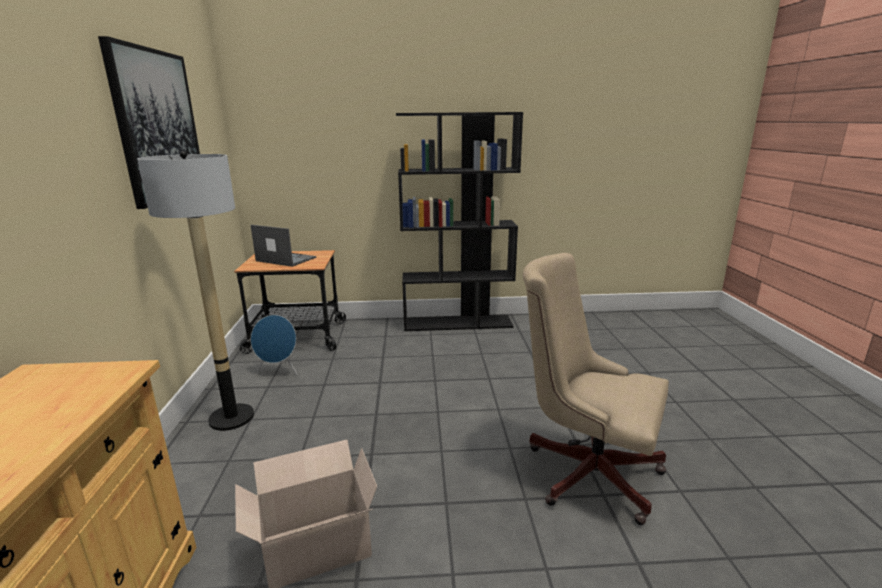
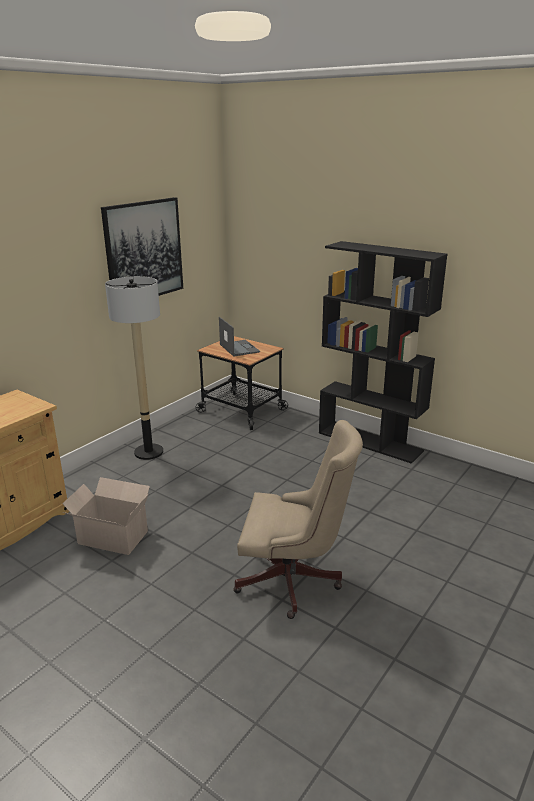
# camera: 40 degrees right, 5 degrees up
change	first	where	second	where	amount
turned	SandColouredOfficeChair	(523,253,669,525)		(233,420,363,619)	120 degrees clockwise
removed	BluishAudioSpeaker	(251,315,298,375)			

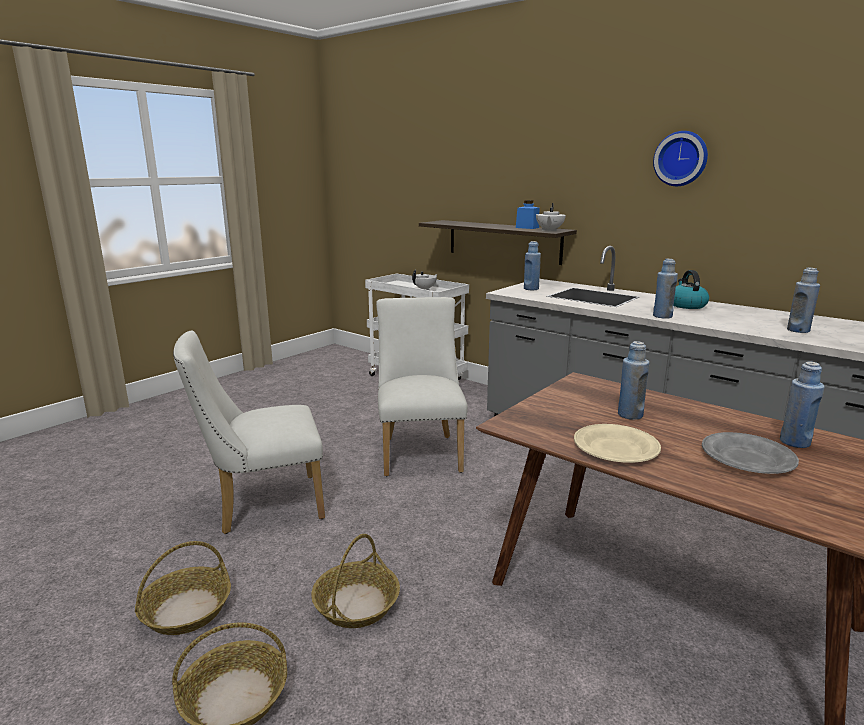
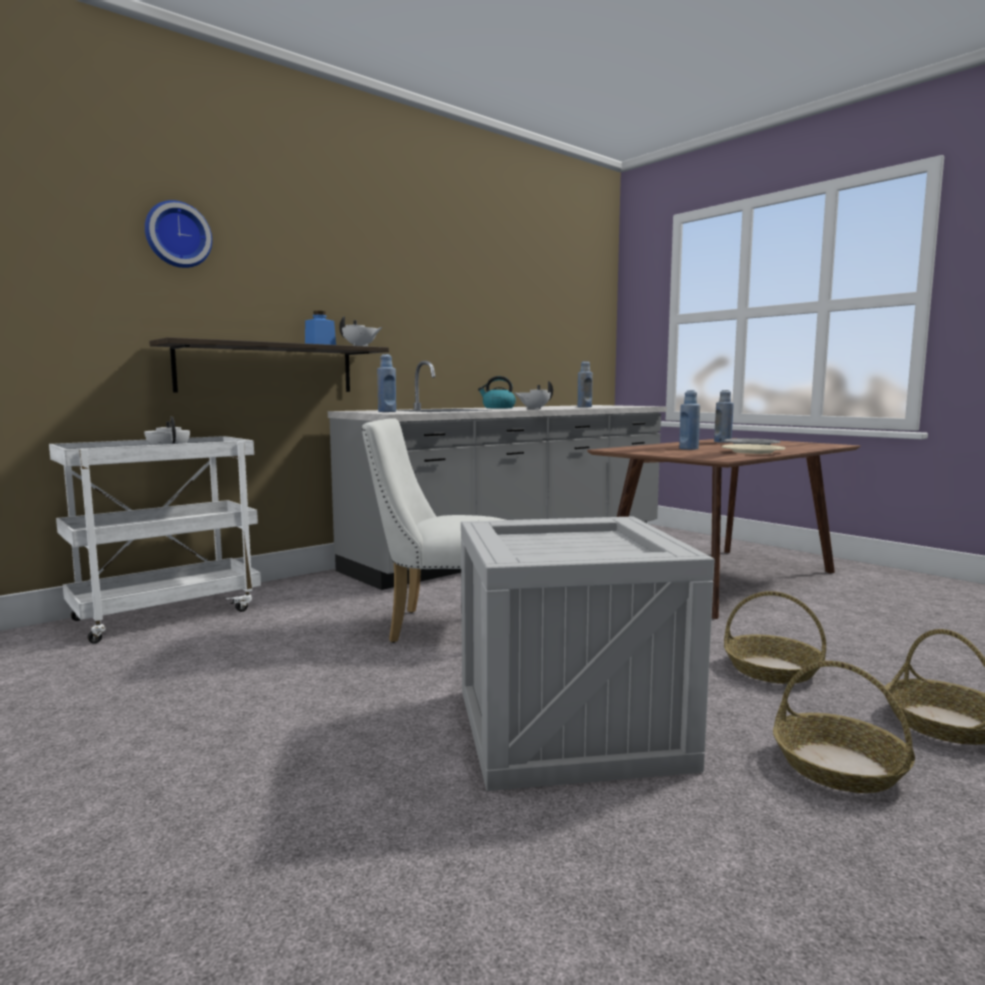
# camera: 80 degrees left, 10 degrees down
change	first	where	second	where	amount
moved	HangingClock	(653,131,708,186)		(145,200,212,268)	
replaced	BluishBeverageBottle	(653,259,678,319)	WhiteTeapot	(515,381,553,410)	
replaced	WhiteUprightChair	(173,330,325,534)	PackingCrate	(461,517,715,791)	

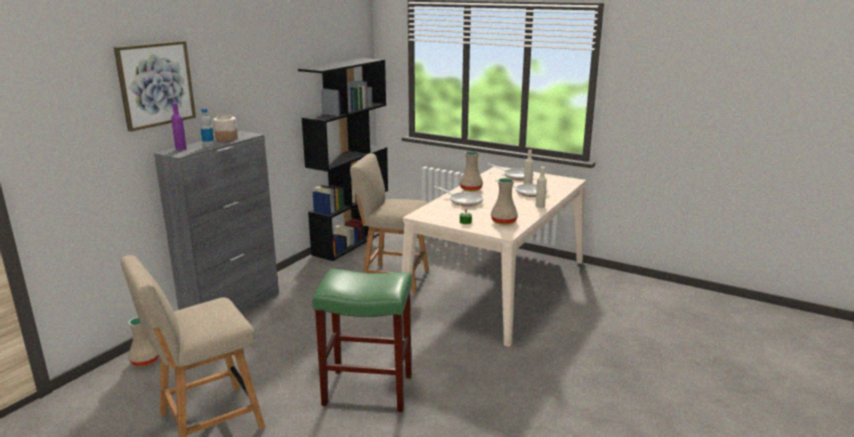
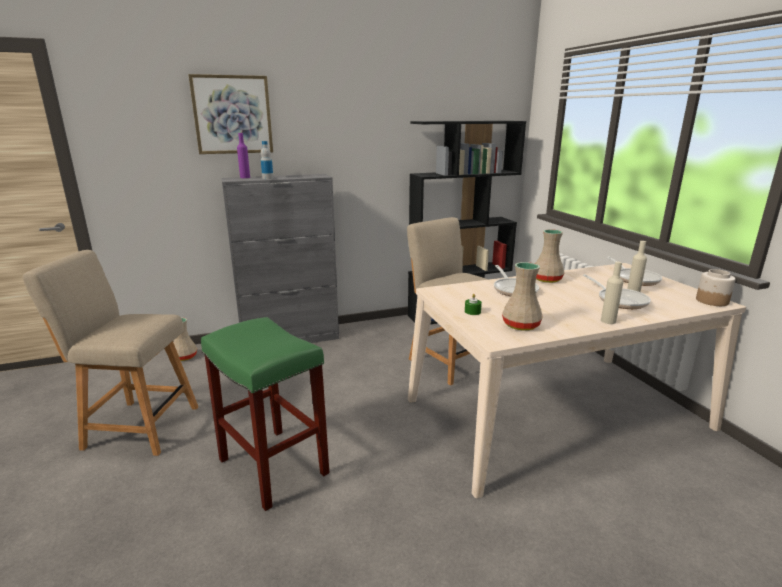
# camera: 40 degrees right, 0 degrees up
change	first	where	second	where	amount
moved	PreserveJar	(213,114,238,141)		(696,269,736,306)	

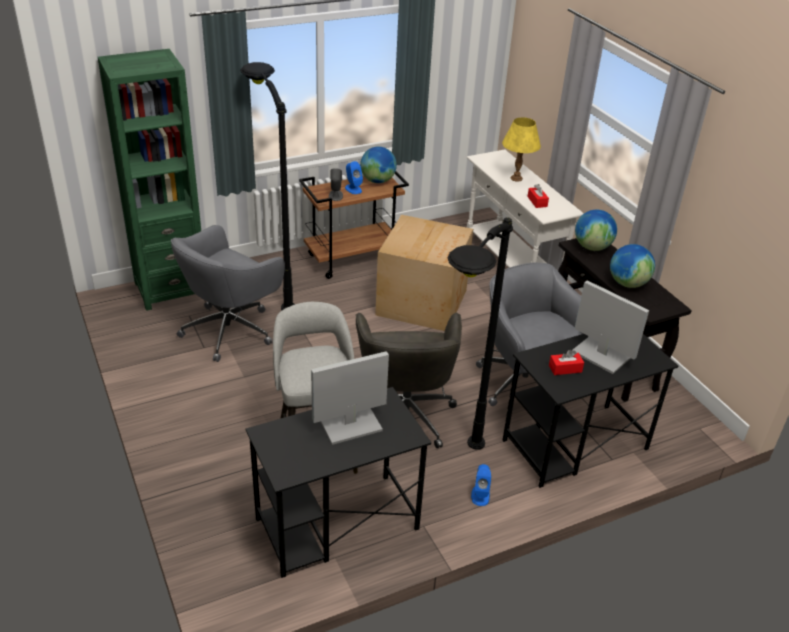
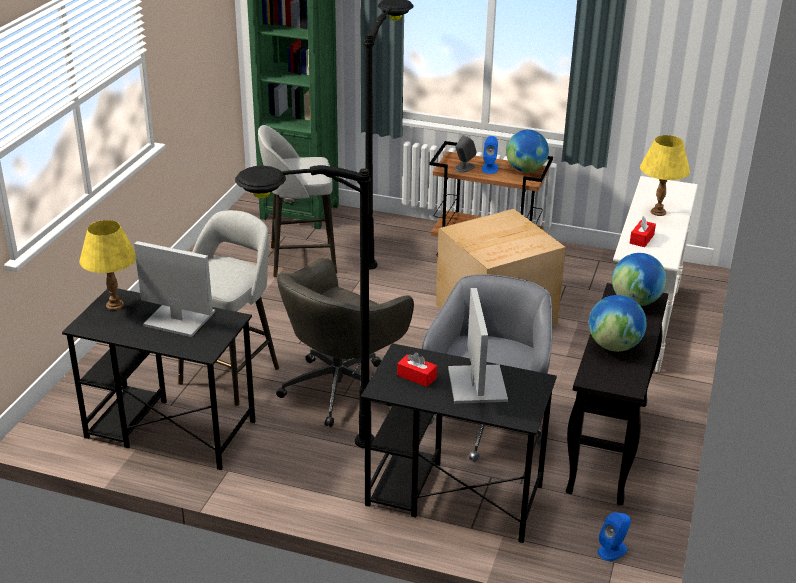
# camera: 45 degrees right, 5 degrees down
change	first	where	second	where	amount
replaced	GreyishOfficeChair	(171,225,285,362)	GreyishStoolSeat	(258,125,337,278)	
moved	BluishAudioSpeaker	(471,464,491,506)		(598,512,631,561)	
added			YellowTabletopLamp	(79,220,136,310)	

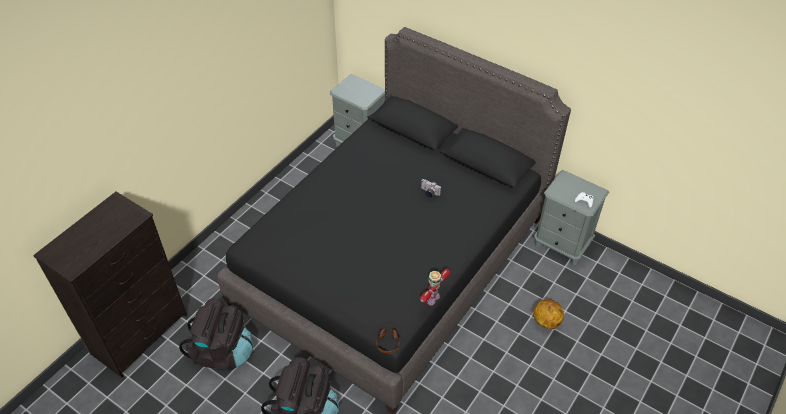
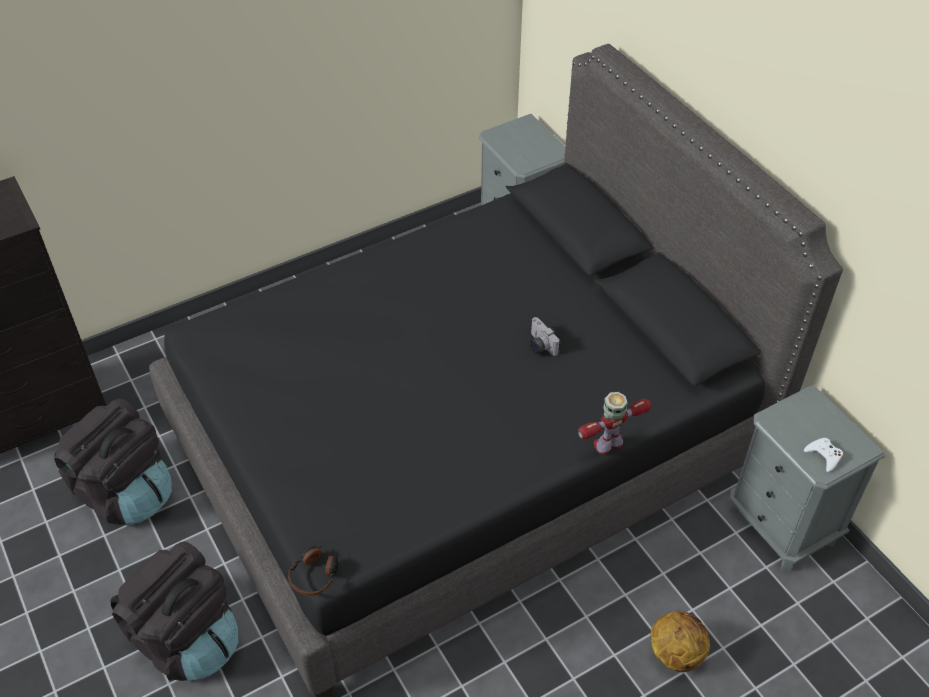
# camera: 25 degrees right, 0 degrees up
change	first	where	second	where	amount
moved	ModelRobot	(420,269,450,306)		(578,392,651,455)	

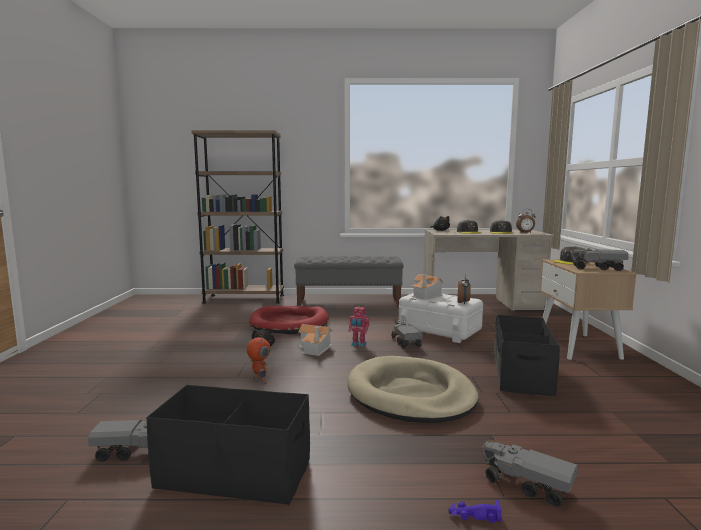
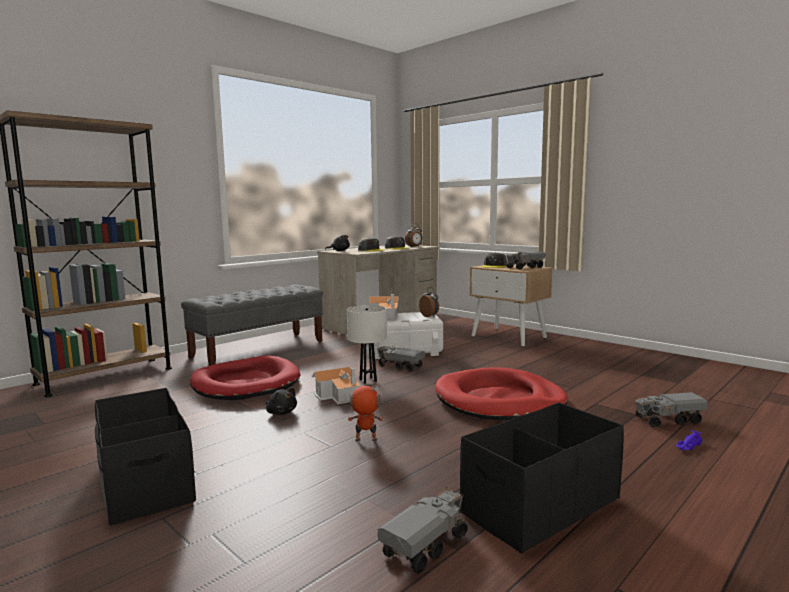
# camera: 45 degrees left, 0 degrees up
change	first	where	second	where	amount
replaced	ModelRobot	(349,306,370,347)	WhiteTabletopLamp	(347,305,387,384)	
moved	BlackishStorageBox	(494,315,560,396)		(95,388,196,525)	
recoloured	SandColouredDogCushion	(347,356,479,423)	ReddishDogCushion	(435,367,568,420)	

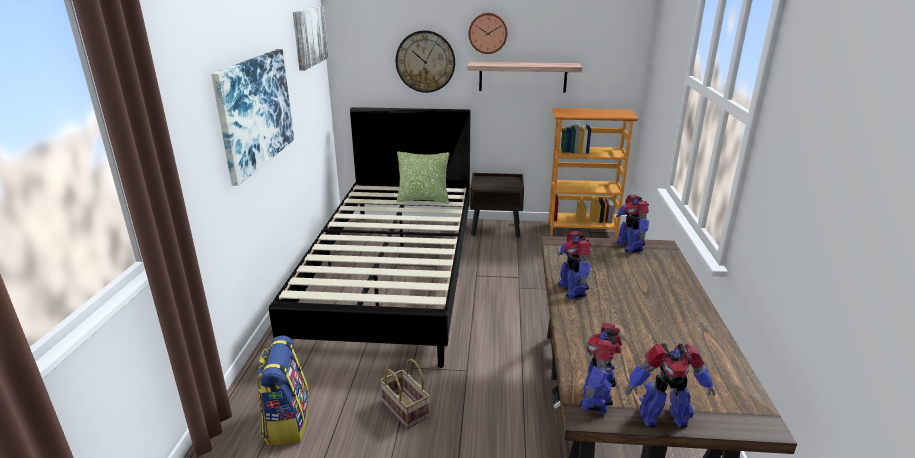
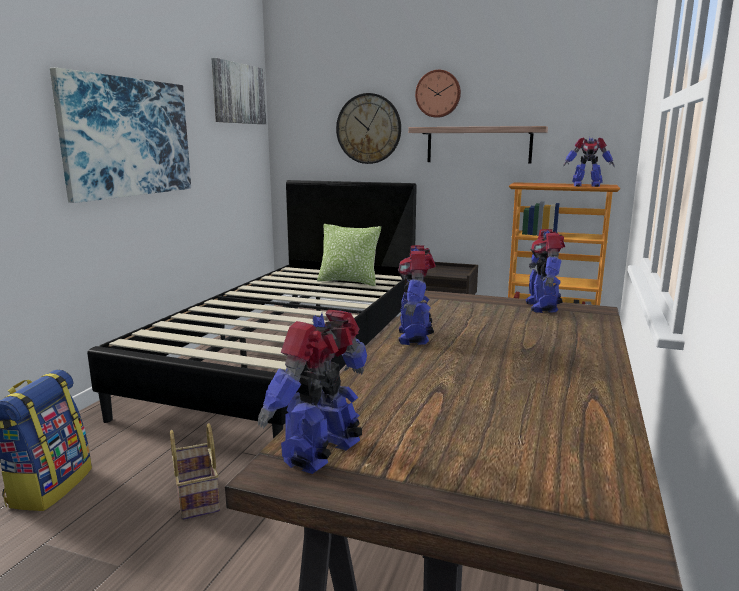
# camera: 15 degrees right, 10 degrees down
change	first	where	second	where	amount
moved	ModelRobot	(626,344,715,428)		(563,137,614,187)	

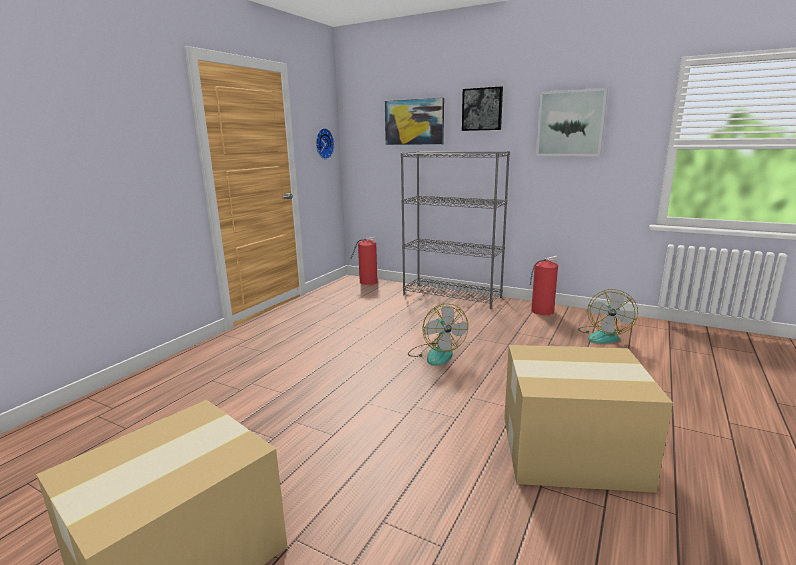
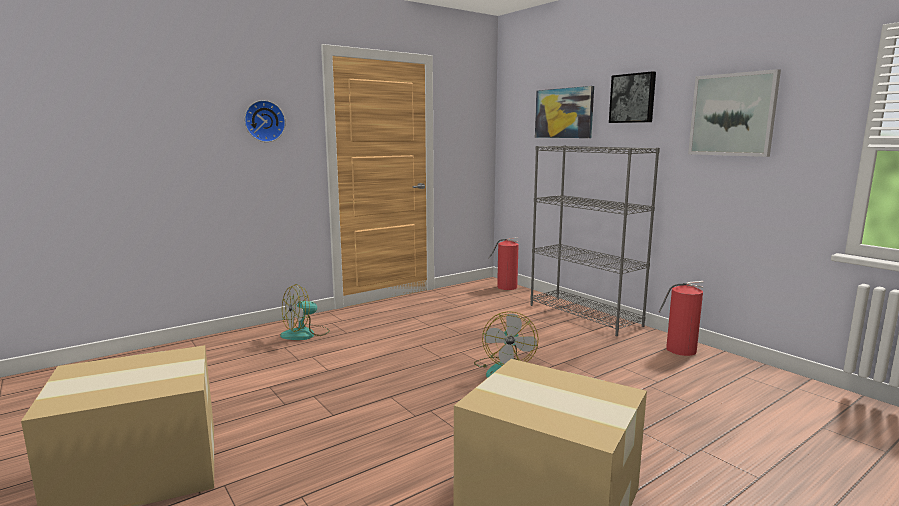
# camera: 25 degrees right, 5 degrees down
change	first	where	second	where	amount
moved	HangingClock	(316,128,334,160)		(244,100,286,142)	
moved	Fan	(578,289,638,344)		(280,284,330,340)	

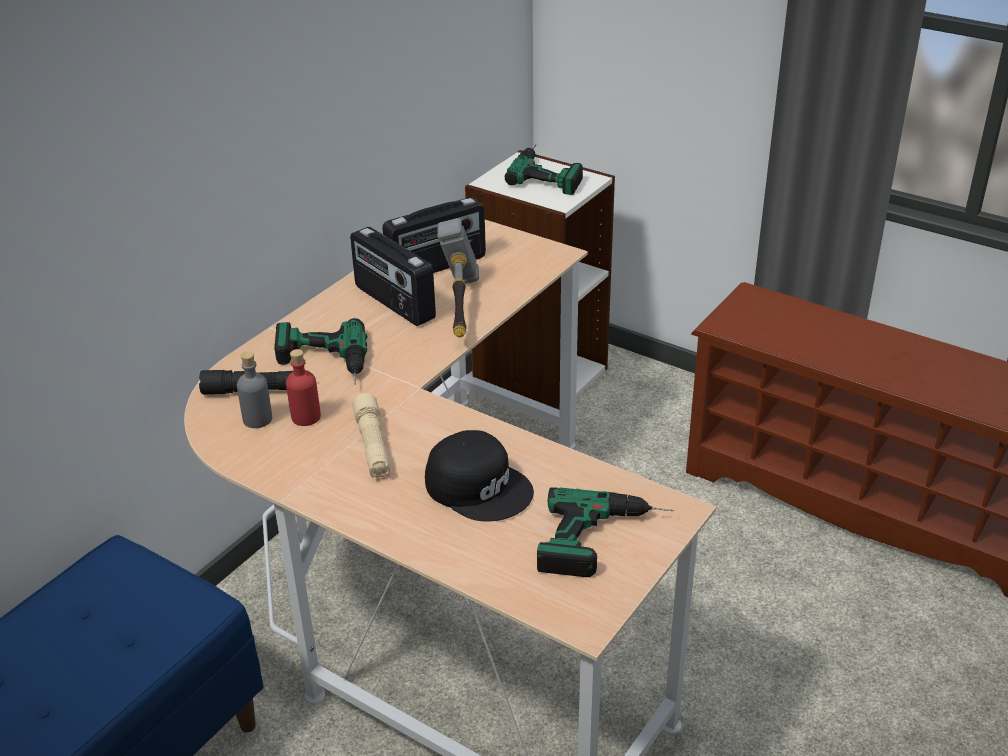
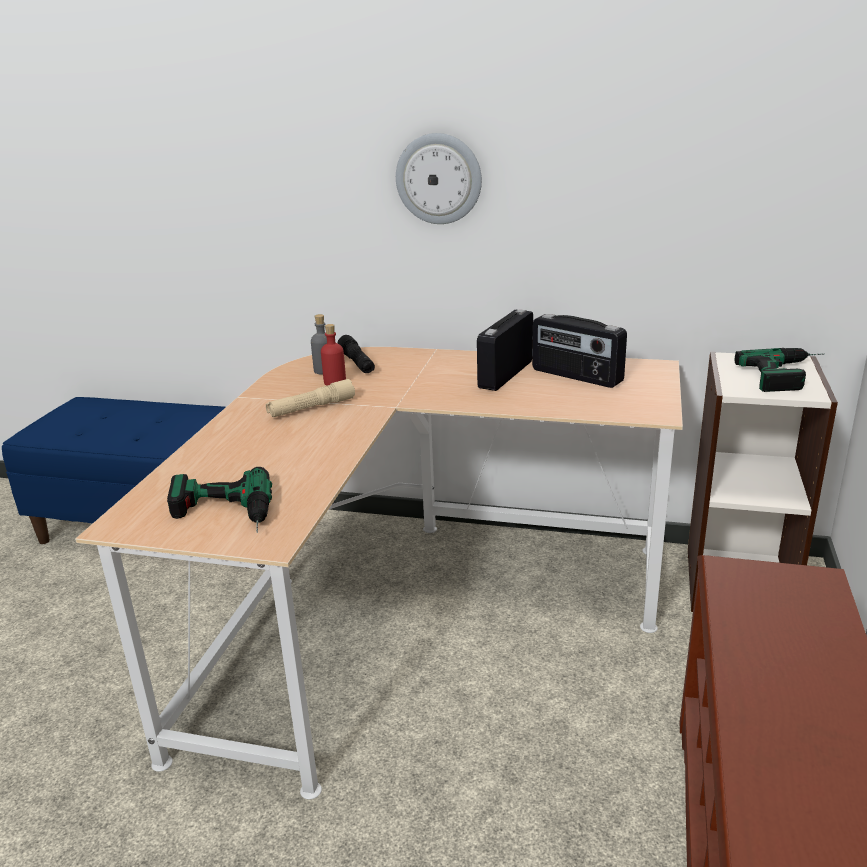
# camera: 70 degrees right, 10 degrees down
change	first	where	second	where	amount
removed	HandHammer	(437,218,479,337)			
removed	ElectricDrill	(274,318,367,385)			
removed	BlackishPeakedCap	(425,430,534,522)			
added			HangingClock	(396,133,482,224)	

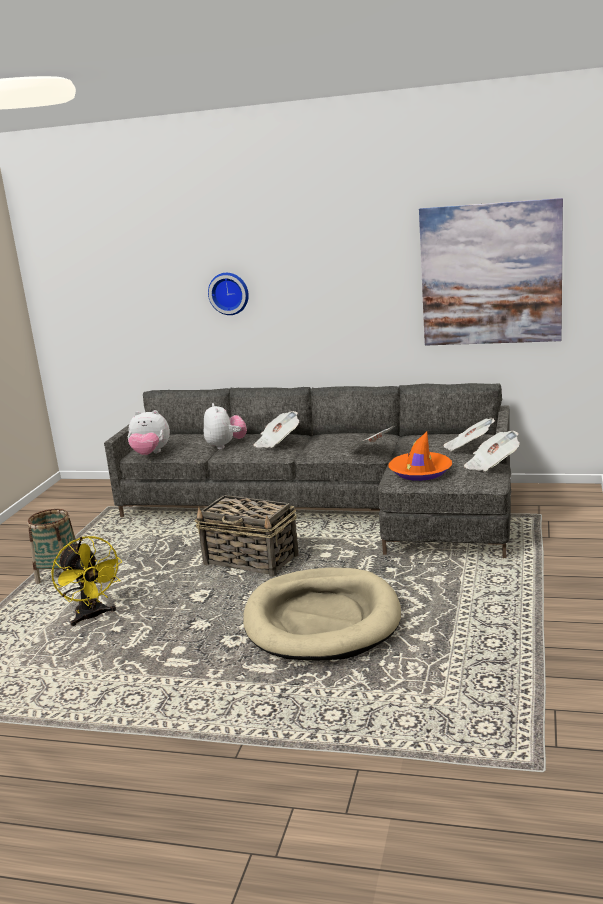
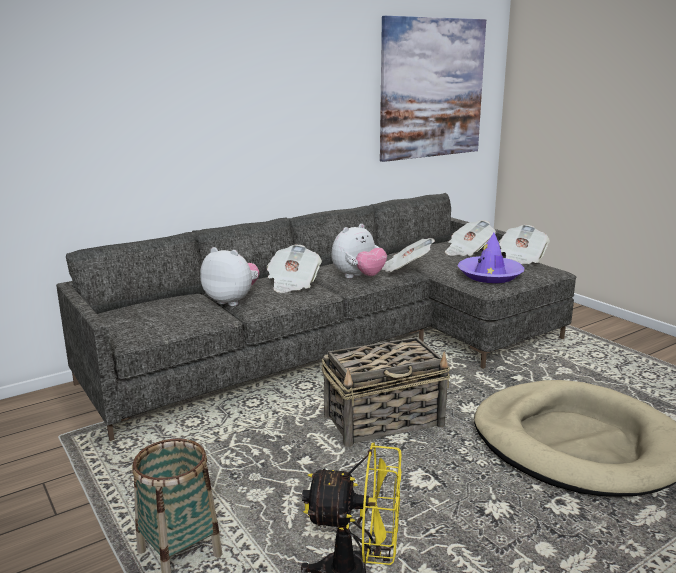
# camera: 50 degrees left, 0 degrees up
change	first	where	second	where	amount
removed	HangingClock	(208,273,249,315)			
moved	CuddlyToy	(128,410,170,455)		(331,224,387,278)	
recoloured	OrangeWearableHat	(388,432,452,481)	PurpleWearableHat	(457,233,524,283)	

